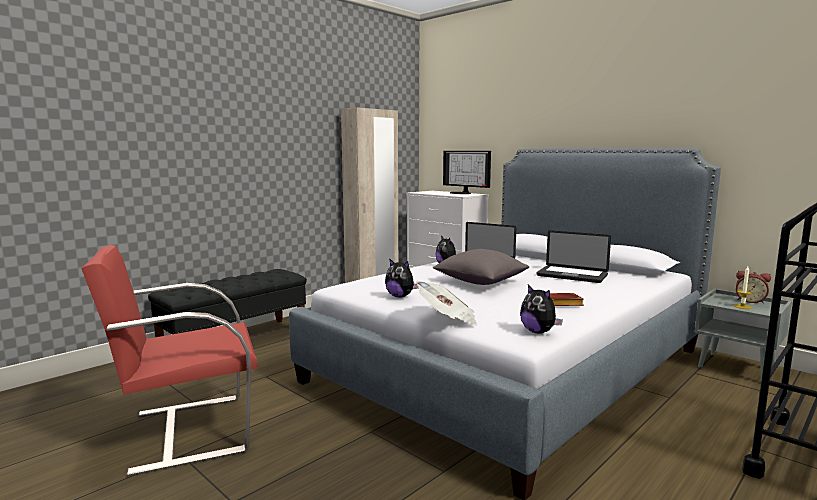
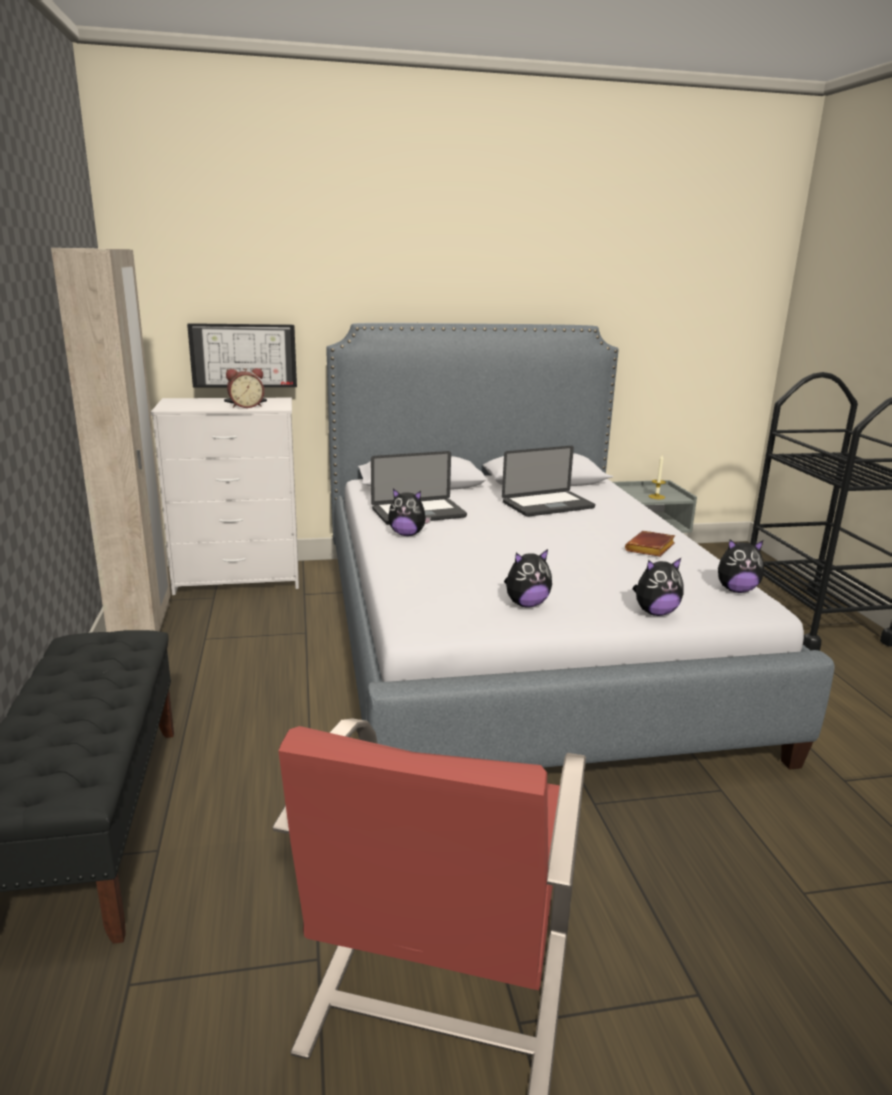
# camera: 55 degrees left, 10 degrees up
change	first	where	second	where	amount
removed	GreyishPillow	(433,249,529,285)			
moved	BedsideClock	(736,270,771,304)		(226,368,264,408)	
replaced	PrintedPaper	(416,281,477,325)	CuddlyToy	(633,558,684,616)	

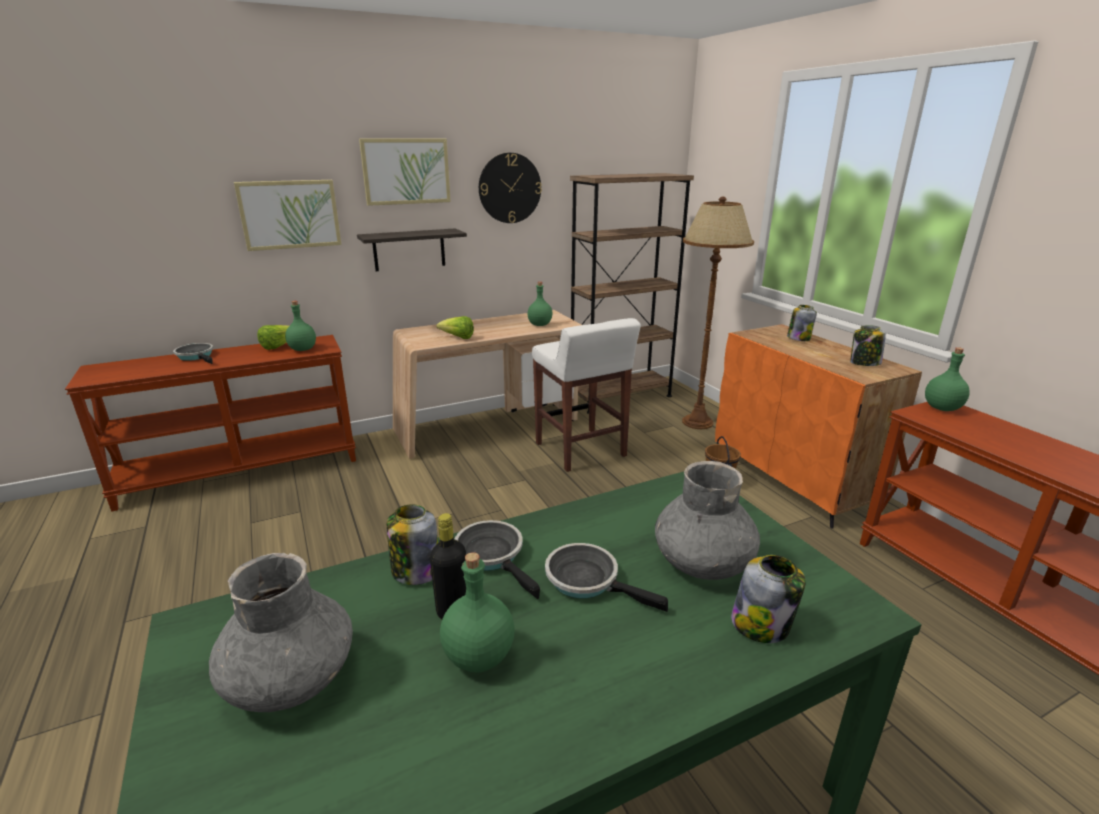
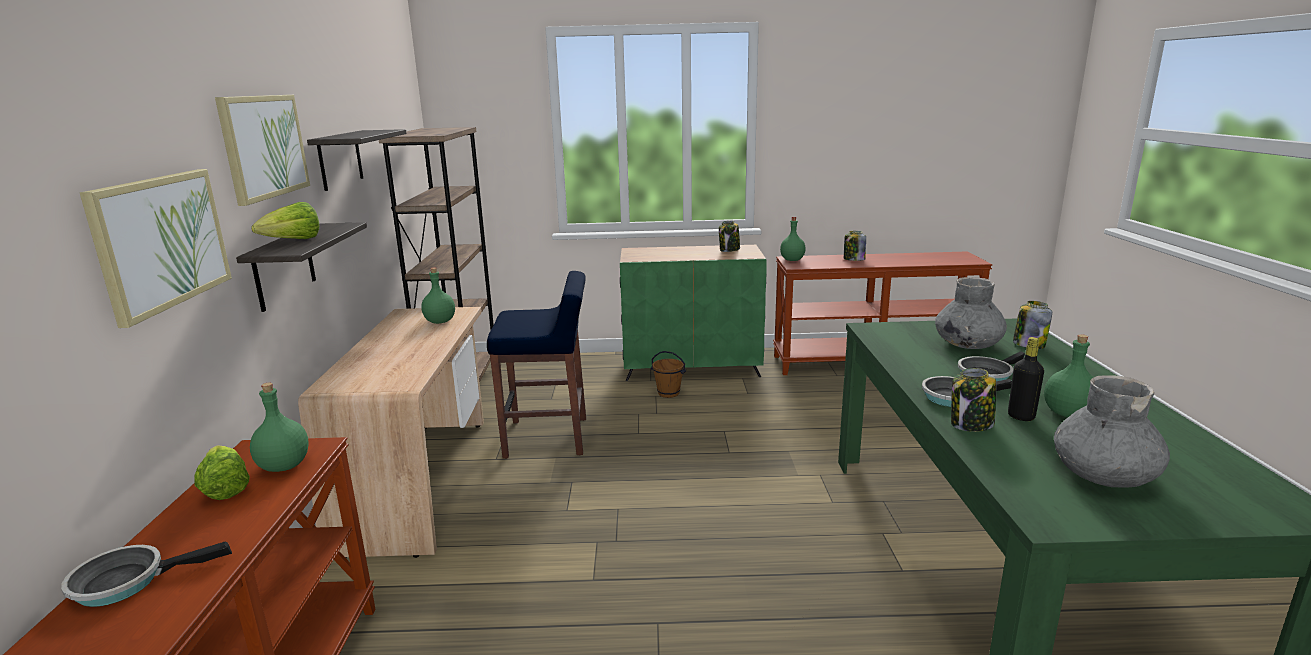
# camera: 65 degrees left, 5 degrees down
change	first	where	second	where	amount
replaced	HangingClock	(479,153,542,223)	Shelf	(307,129,406,191)	
removed	BrownishFloorLamp	(682,197,754,429)			
moved	PreserveJar	(787,305,817,341)		(844,231,866,261)	
moved	HeadOfLettuce	(436,316,474,339)		(251,202,320,239)	
recoloured	WhiteStoolSeat	(532,318,641,472)	BluishStoolSeat	(487,271,586,459)	
recoloured	OrangeStorageCabinet	(715,324,922,529)	GreenColouredStorageCabinet	(620,245,767,381)	

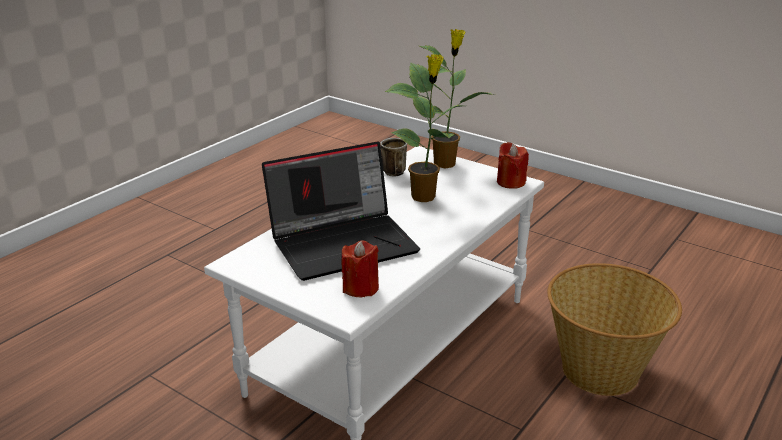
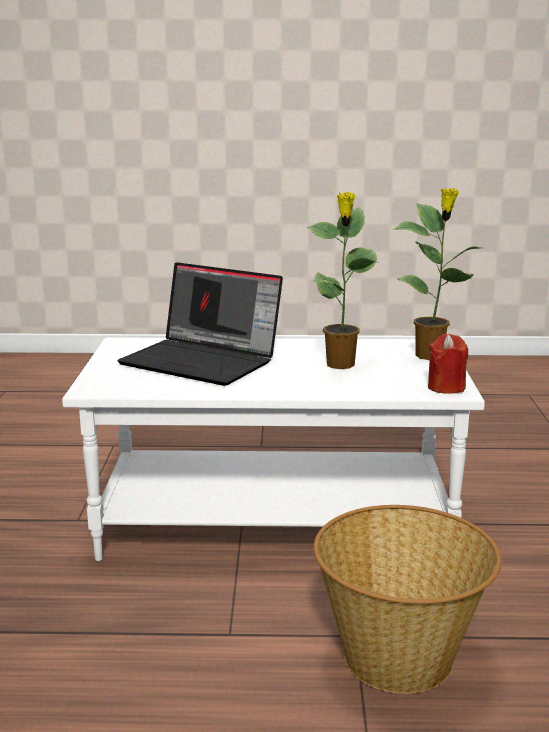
# camera: 55 degrees right, 10 degrees down
change	first	where	second	where	amount
removed	Mug	(380,138,407,177)			
removed	ReddishWaxLight	(342,240,379,297)			

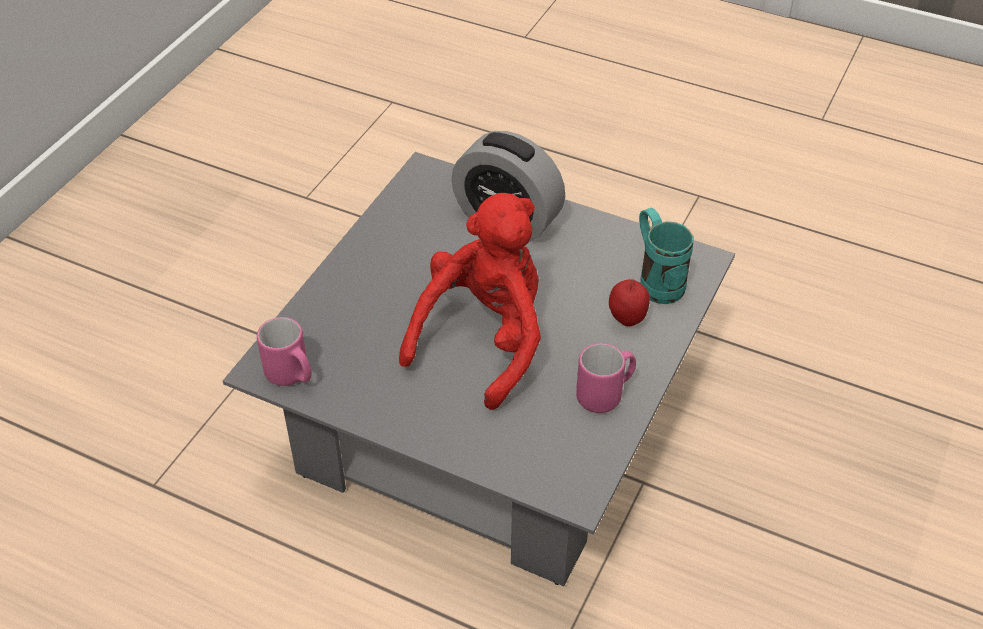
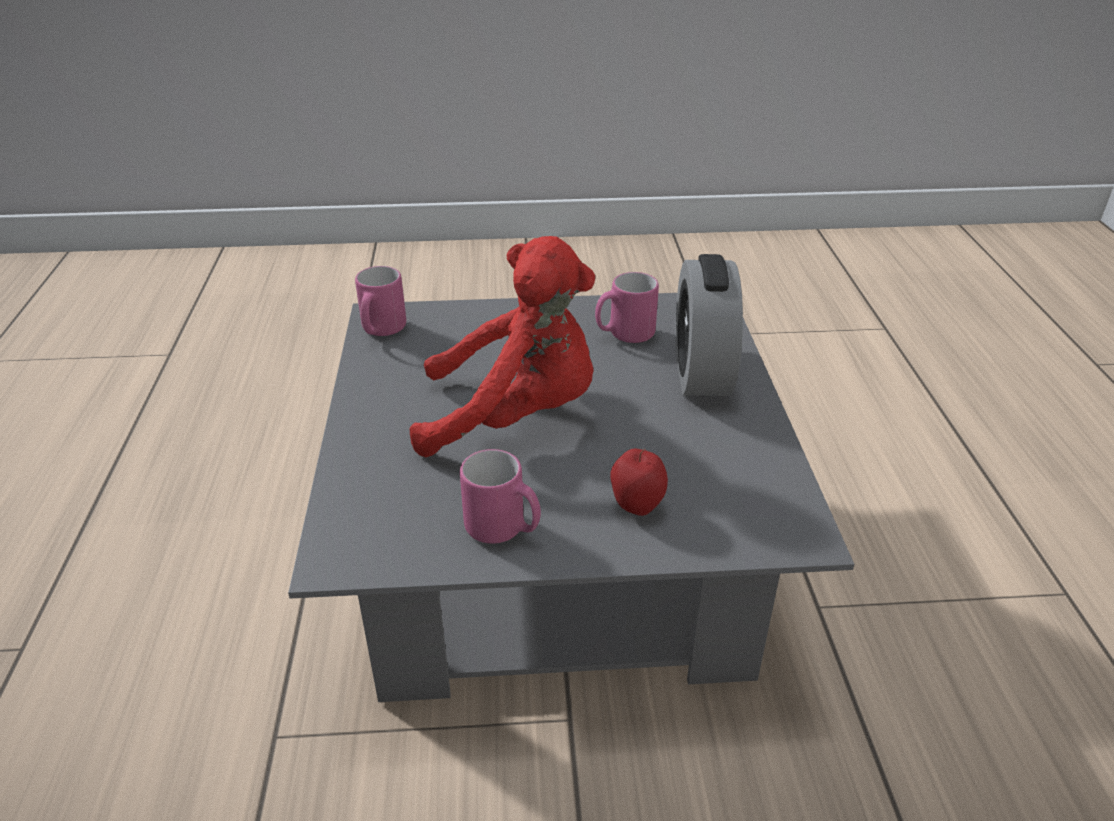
# camera: 60 degrees right, 10 degrees down
change	first	where	second	where	amount
removed	TurquoiseColouredMug	(639,208,694,304)			
added			PinkMug	(595,272,659,343)	

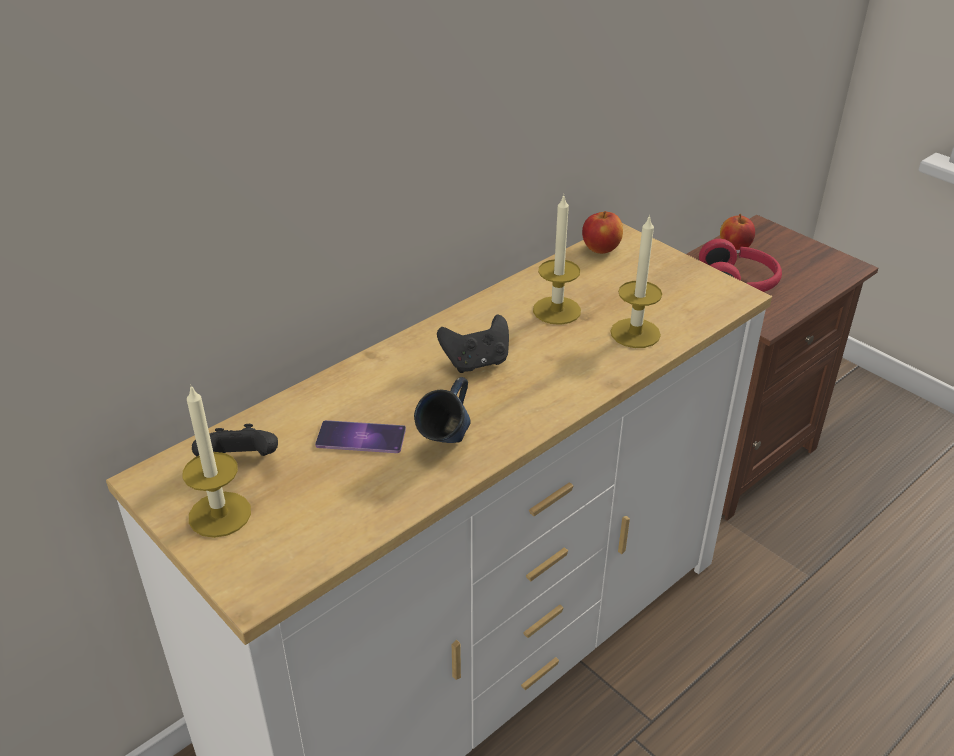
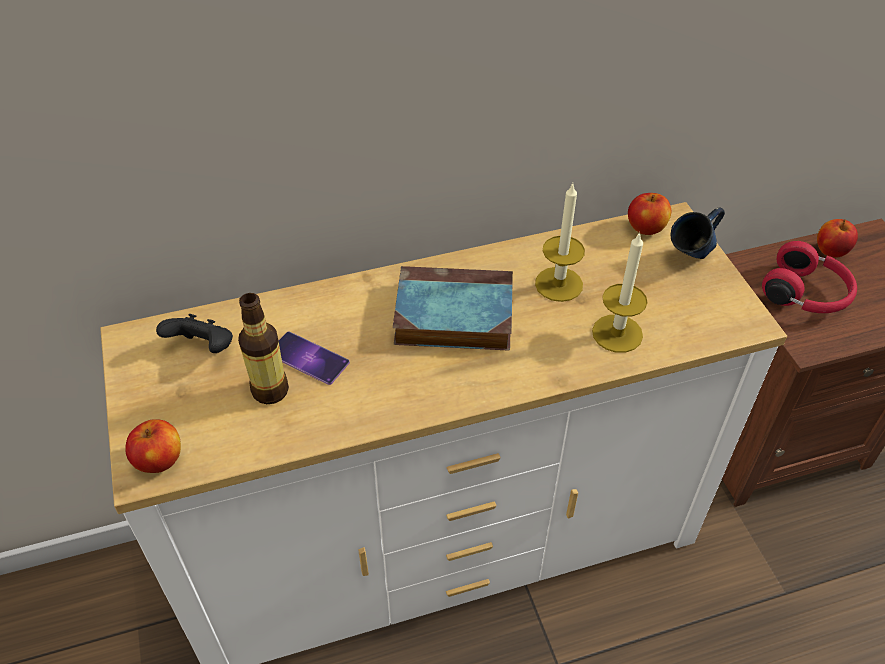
# camera: 25 degrees right, 10 degrees up
change	first	where	second	where	amount
replaced	BlackishJoypad	(437,315,509,373)	BoundBook	(393,266,513,350)	
moved	BluishMug	(414,377,470,443)		(671,207,725,259)	
removed	WaxLight	(183,384,251,538)			
added			BeverageBottle	(238,293,289,404)	
added			Apple	(125,419,181,473)	

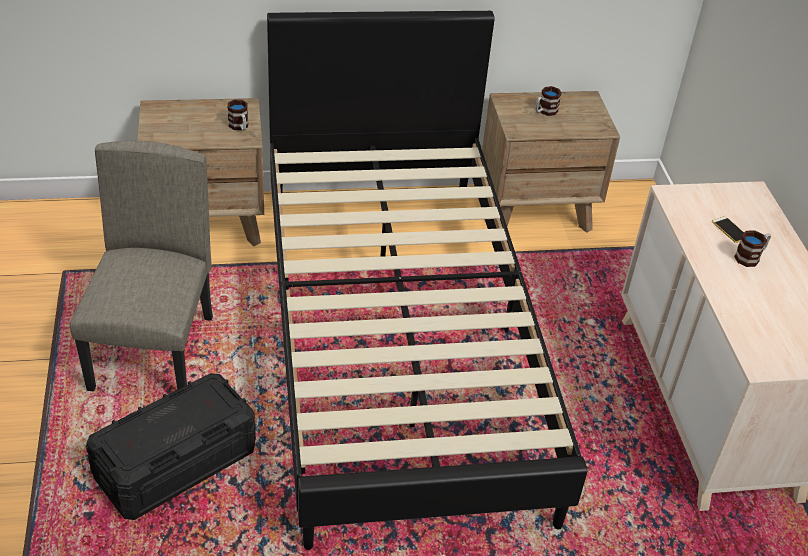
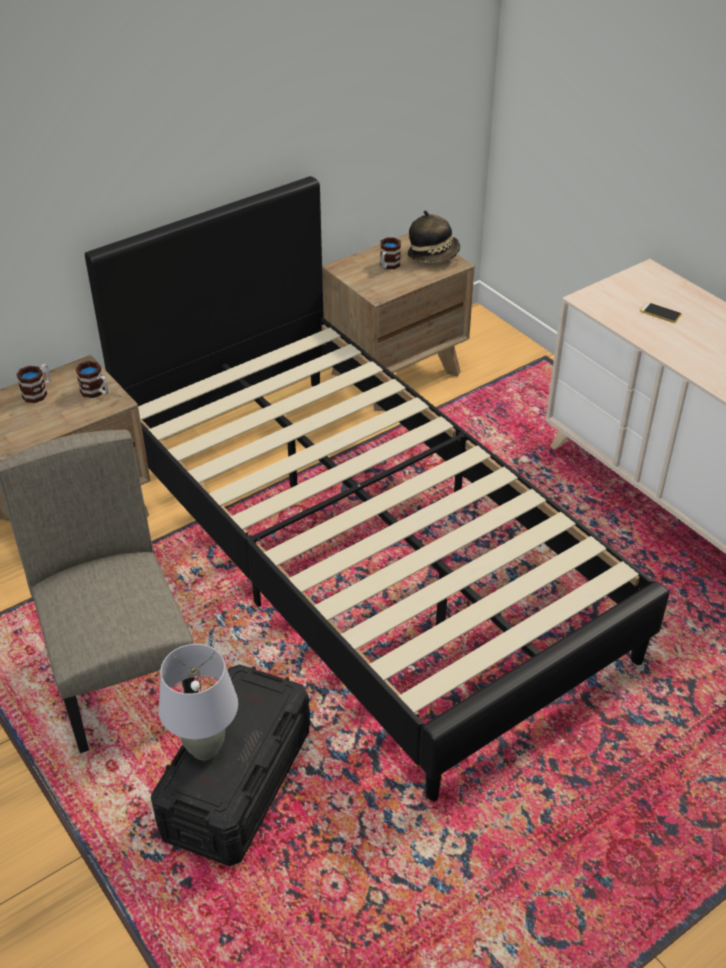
# camera: 25 degrees left, 0 degrees up
change	first	where	second	where	amount
moved	Mug	(734,230,771,267)		(16,364,50,403)	
added			WearableHat	(408,210,460,263)	
added			GreyishTabletopLamp	(159,644,238,760)	

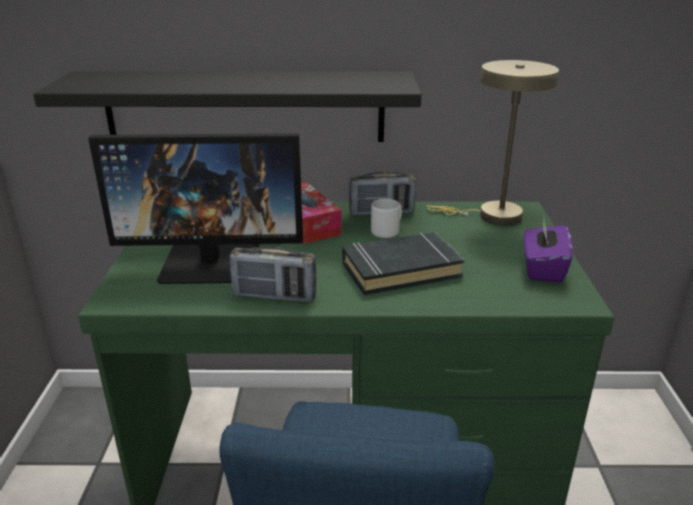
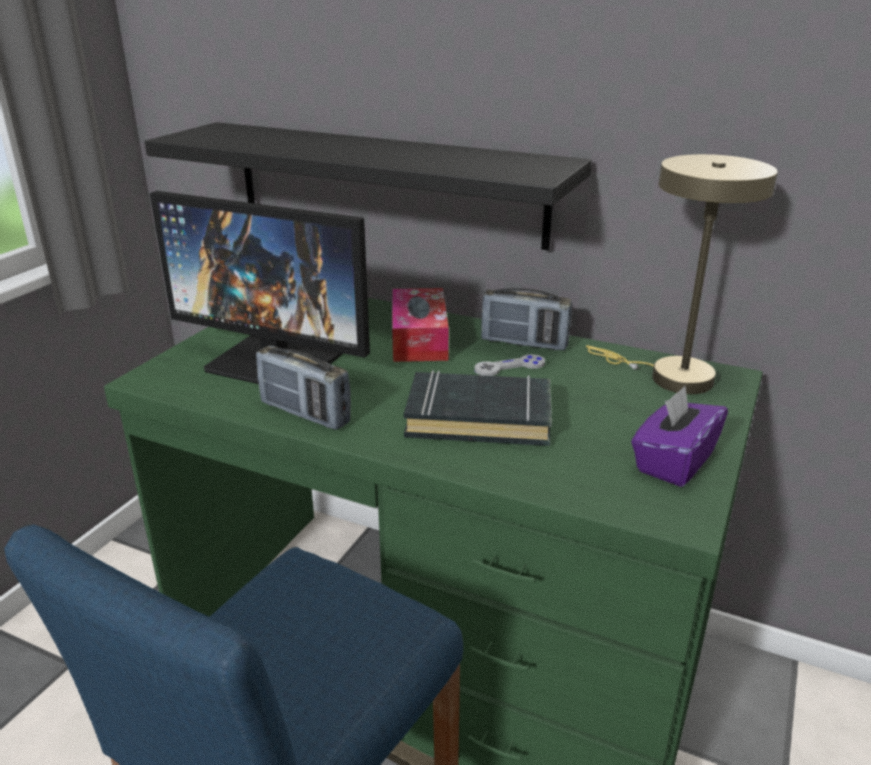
# camera: 25 degrees right, 0 degrees up
change	first	where	second	where	amount
replaced	GreyishMug	(371,199,402,238)	GreyishJoypad	(474,354,545,376)	

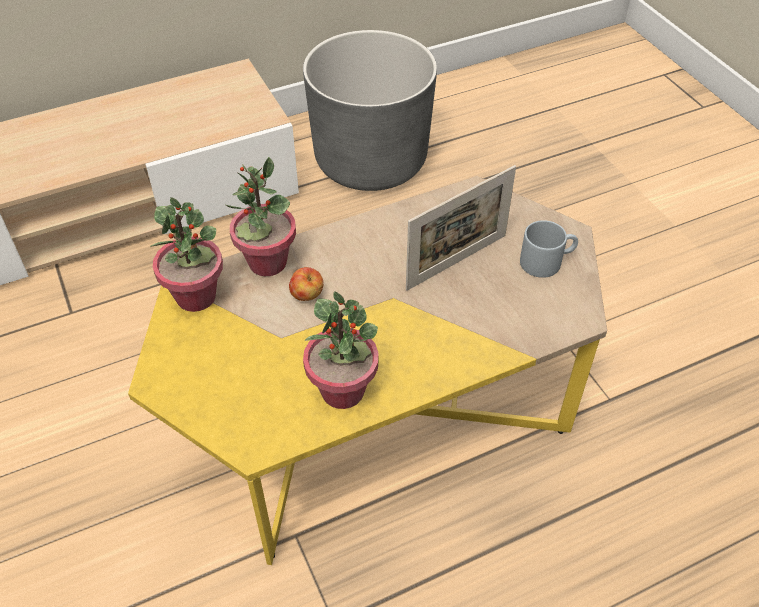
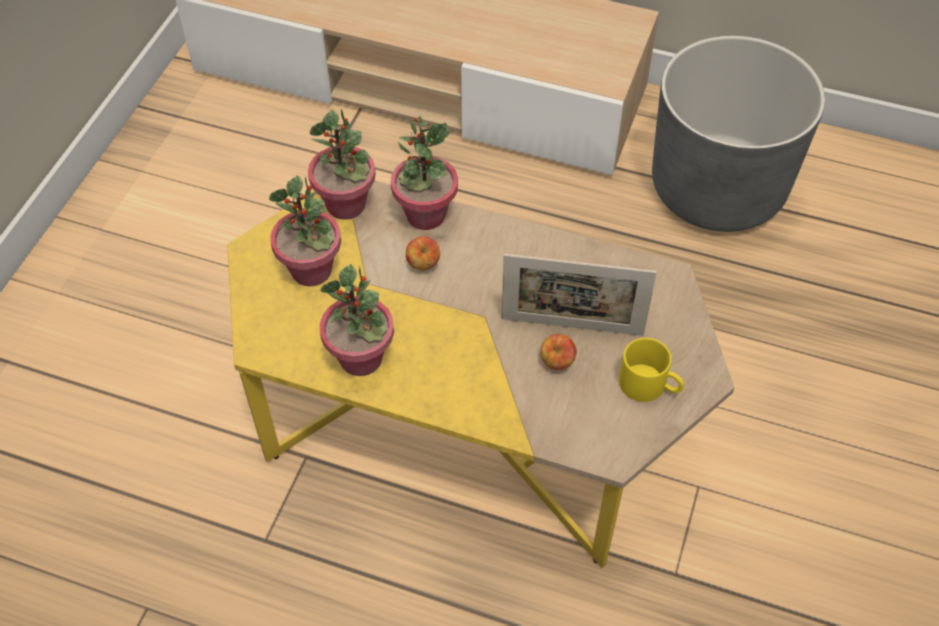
# camera: 45 degrees right, 5 degrees up
change	first	where	second	where	amount
recoloured	GreyishMug	(520,220,578,278)	YellowMug	(619,338,684,402)	
added			PottedPlant	(269,176,341,286)	
added			Apple	(540,334,577,370)	

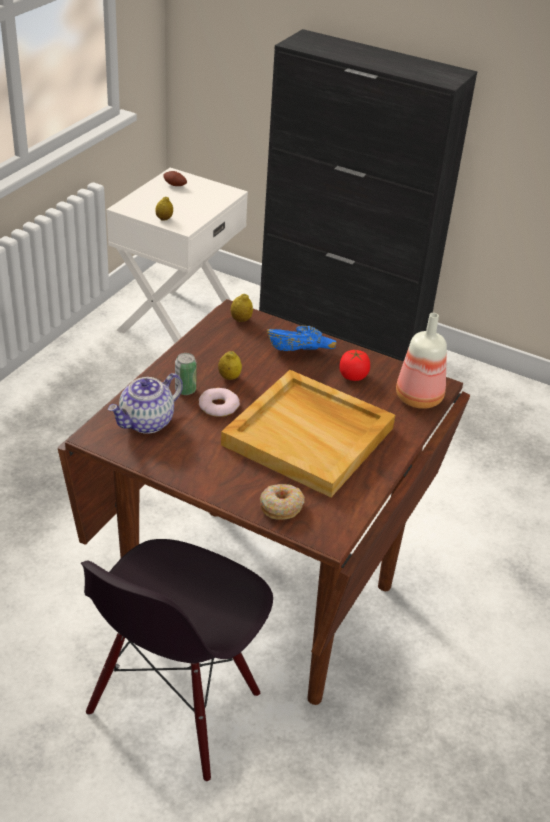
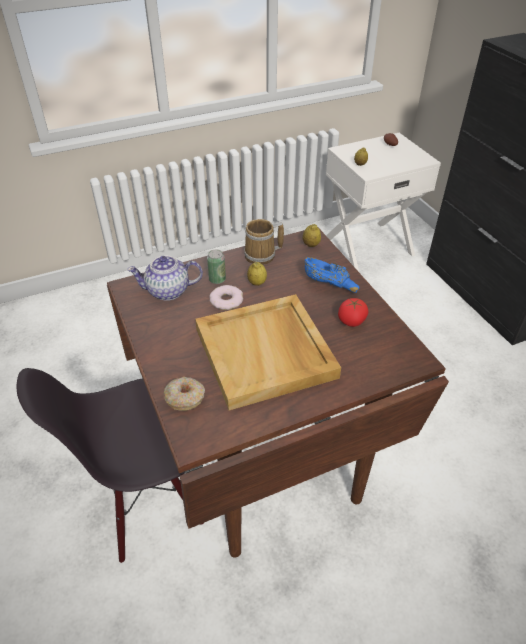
# camera: 40 degrees right, 5 degrees up
change	first	where	second	where	amount
removed	BeverageBottle	(396,313,447,409)			
added			Mug	(244,219,284,265)	

